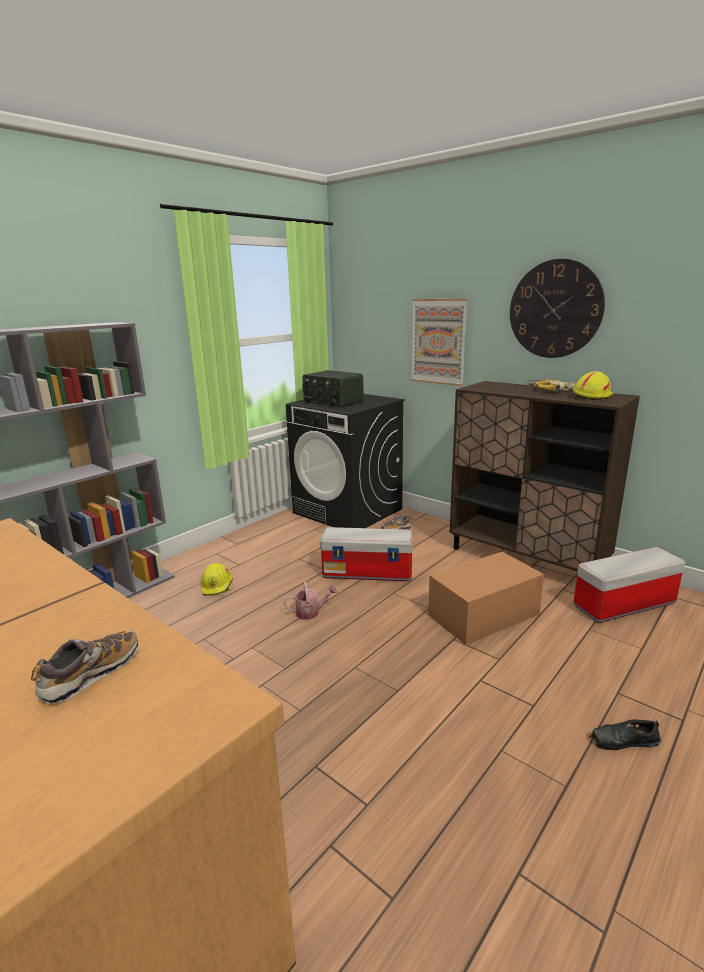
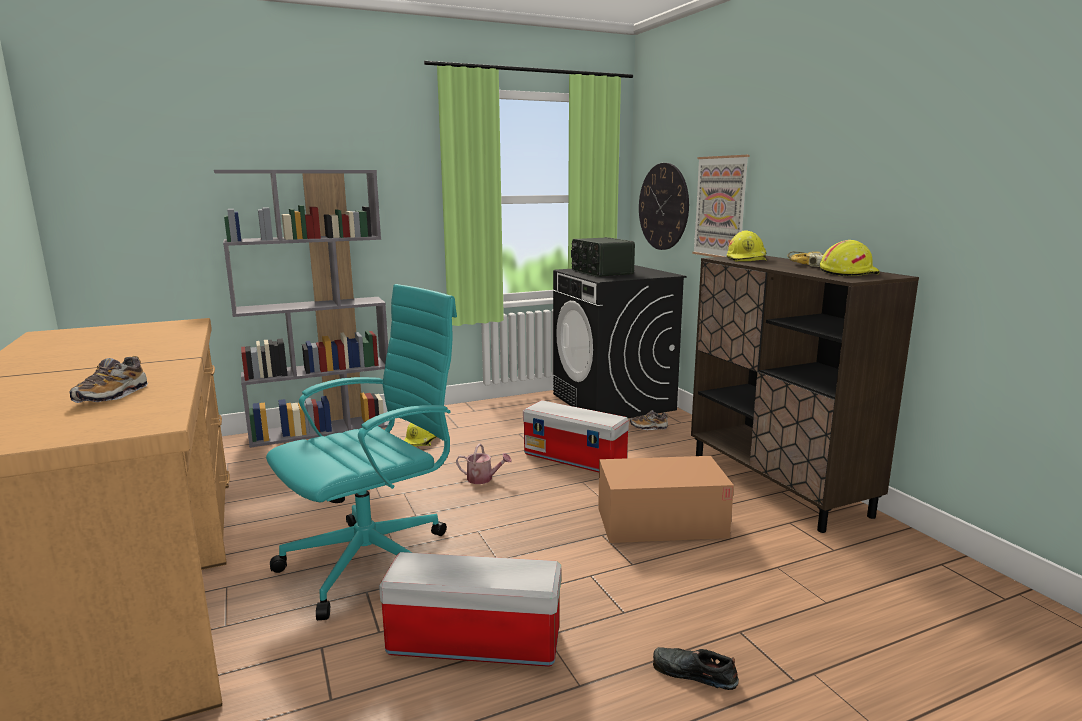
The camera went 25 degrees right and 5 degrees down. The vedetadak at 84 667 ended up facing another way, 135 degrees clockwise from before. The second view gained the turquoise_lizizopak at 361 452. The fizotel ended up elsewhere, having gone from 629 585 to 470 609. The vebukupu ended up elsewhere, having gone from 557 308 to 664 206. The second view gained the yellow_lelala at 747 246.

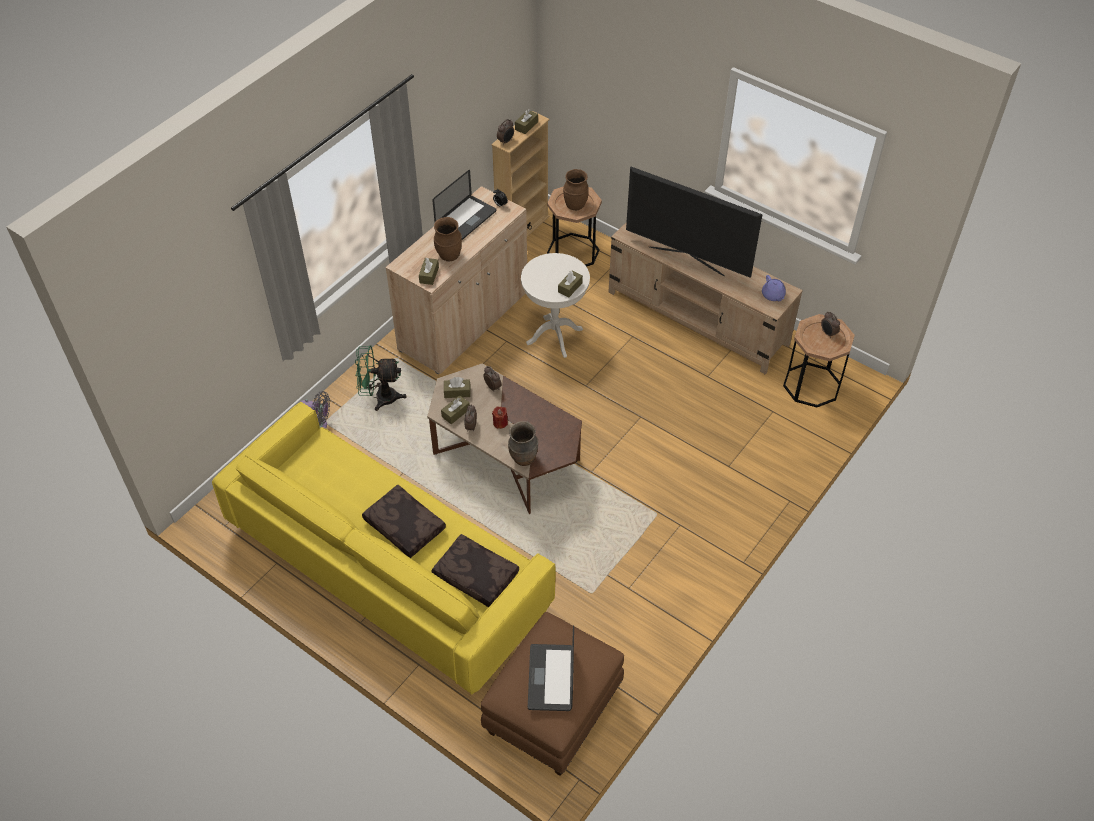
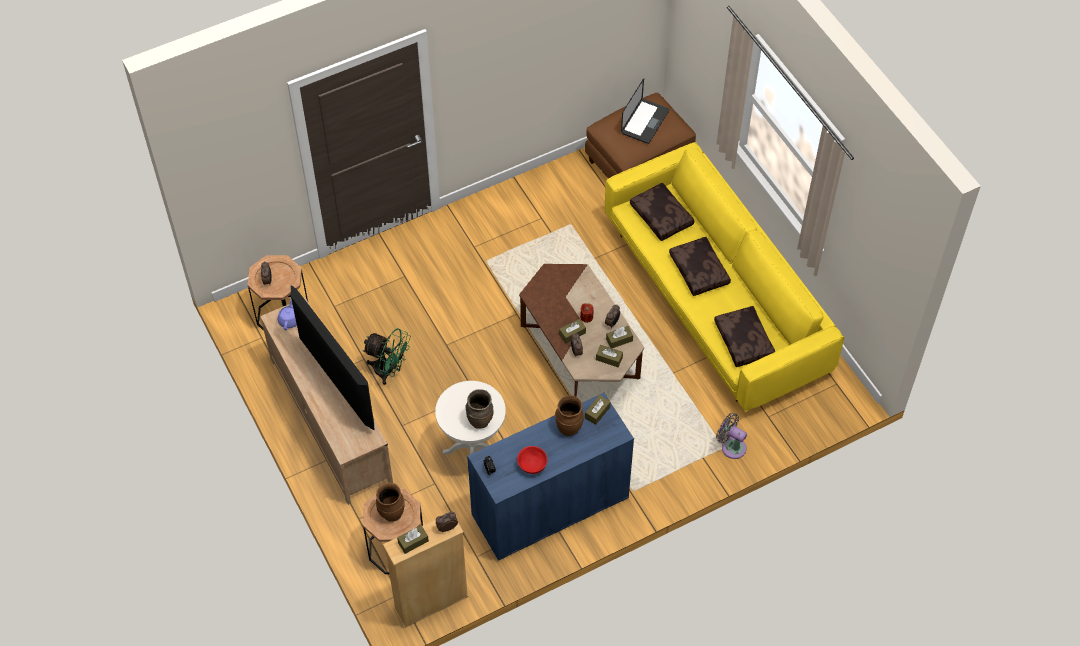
The camera went 155 degrees left and 5 degrees up. The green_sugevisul ended up elsewhere, having gone from 381 378 to 386 356. The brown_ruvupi ended up elsewhere, having gone from 523 443 to 479 409. What was the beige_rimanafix at 456 280 turned into the blue_rimanafix at 550 477. Where the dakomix stood at 464 205, the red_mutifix came to stand at 532 460. The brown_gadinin ended up elsewhere, having gone from 570 283 to 572 331. The second view gained the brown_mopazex at 744 336.

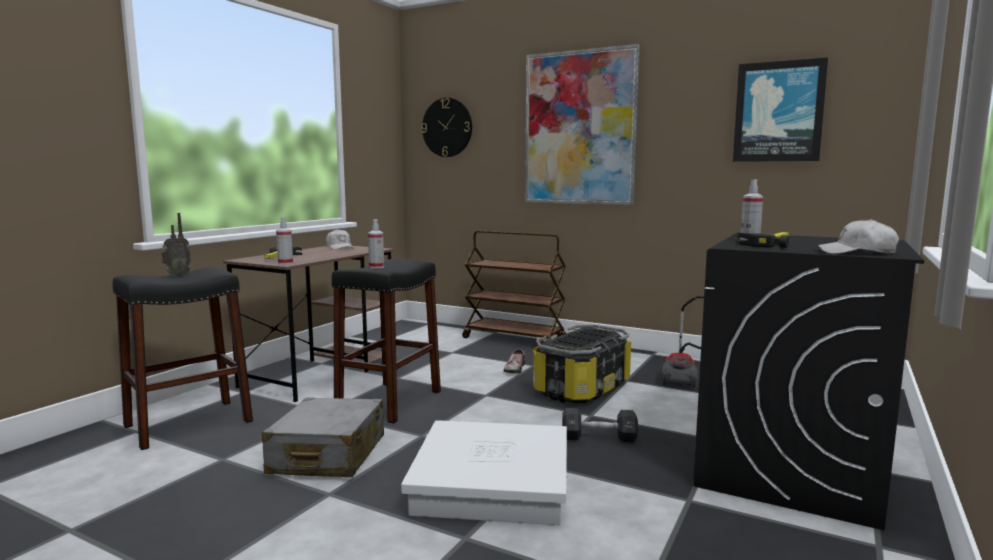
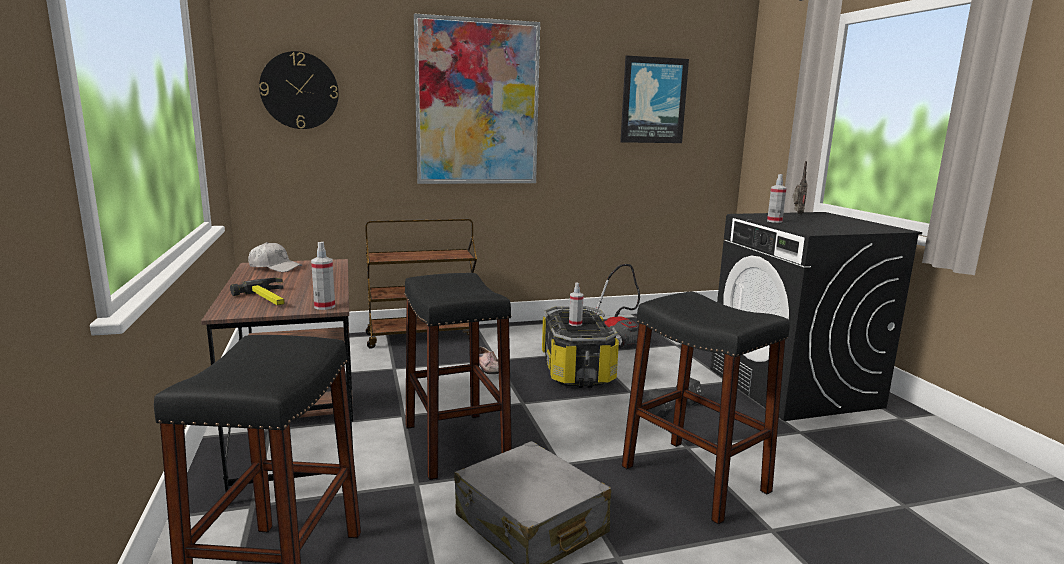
The camera went 45 degrees left and 5 degrees up. The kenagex ended up elsewhere, having gone from 376 244 to 576 304. Where the white_fizotel stood at 484 472, the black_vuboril came to stand at 706 408. The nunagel ended up elsewhere, having gone from 176 244 to 800 187. The second view lost the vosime at 762 240. The second view lost the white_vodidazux at 858 236.

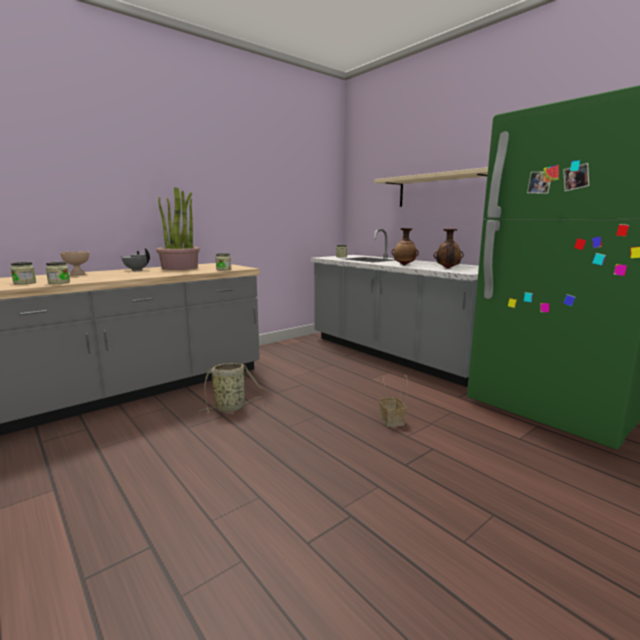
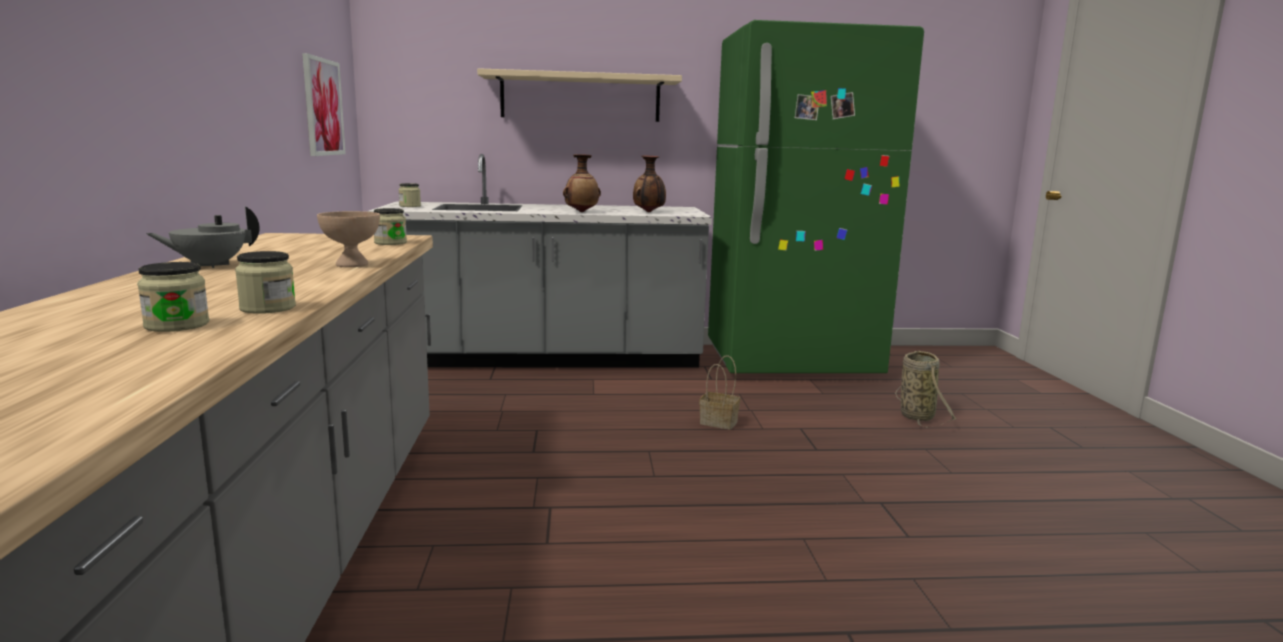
The camera went 55 degrees left and 0 degrees up. The second view gained the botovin at 324 104. The beige_mutifix ended up elsewhere, having gone from 74 263 to 348 239. The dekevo ended up elsewhere, having gone from 235 388 to 926 389. The second view lost the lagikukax at 178 228.

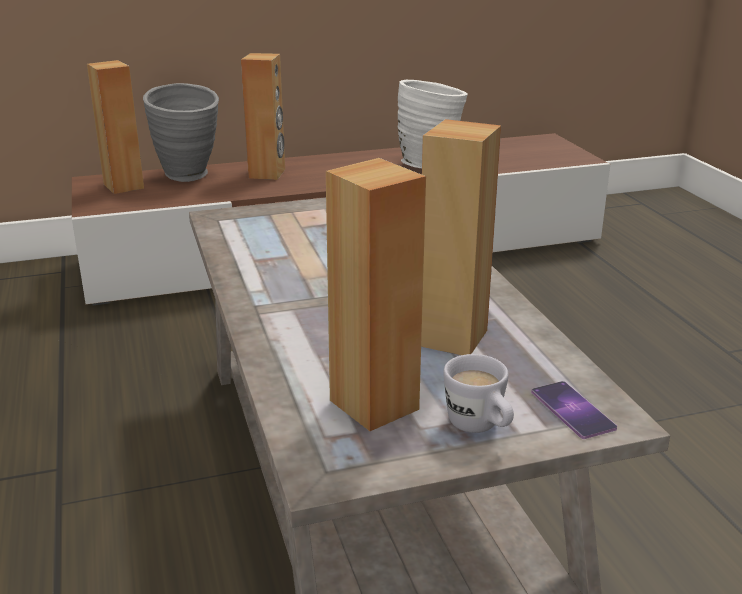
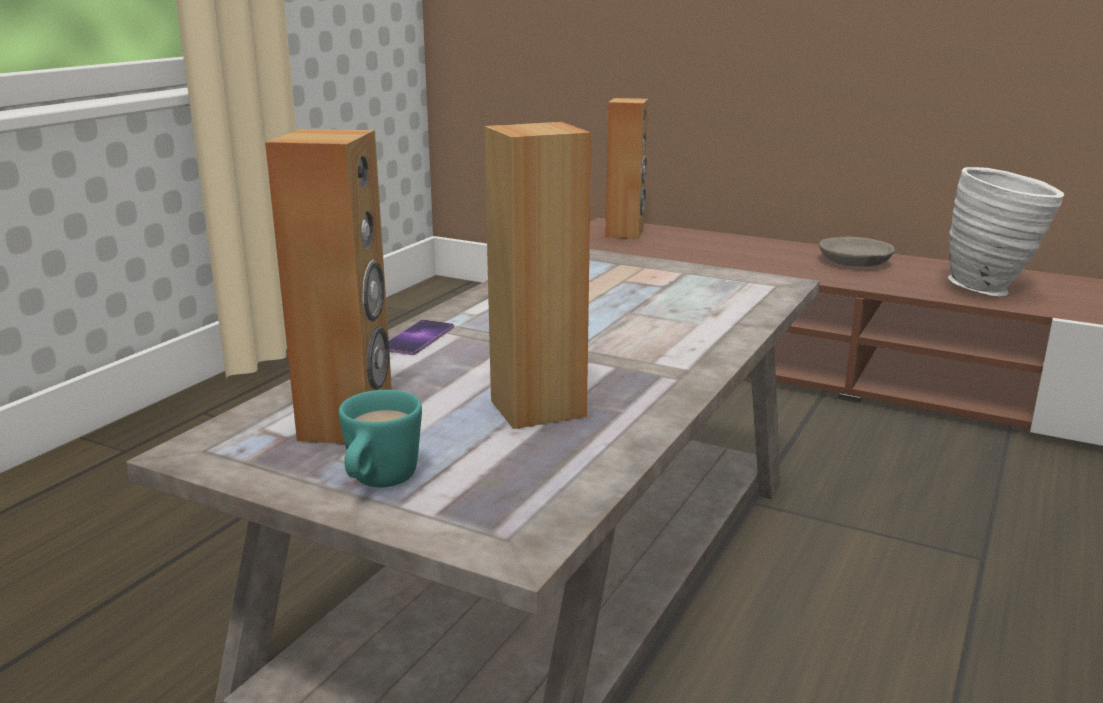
The camera went 45 degrees right and 5 degrees down. What was the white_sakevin at 478 393 turned into the turquoise_sakevin at 380 438. The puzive ended up elsewhere, having gone from 574 410 to 421 337. The second view gained the grey_mutifix at 857 251. The second view lost the grey_ruvupi at 181 132. The second view lost the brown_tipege at 263 116.

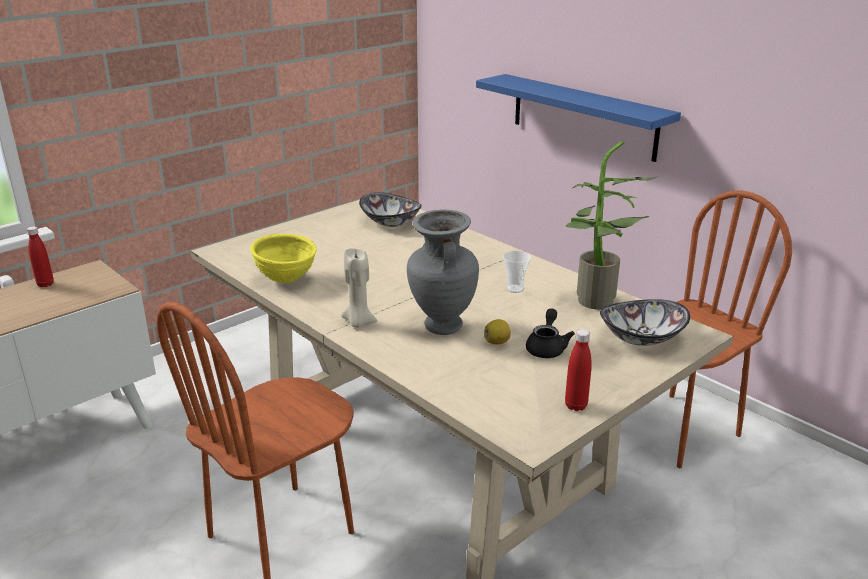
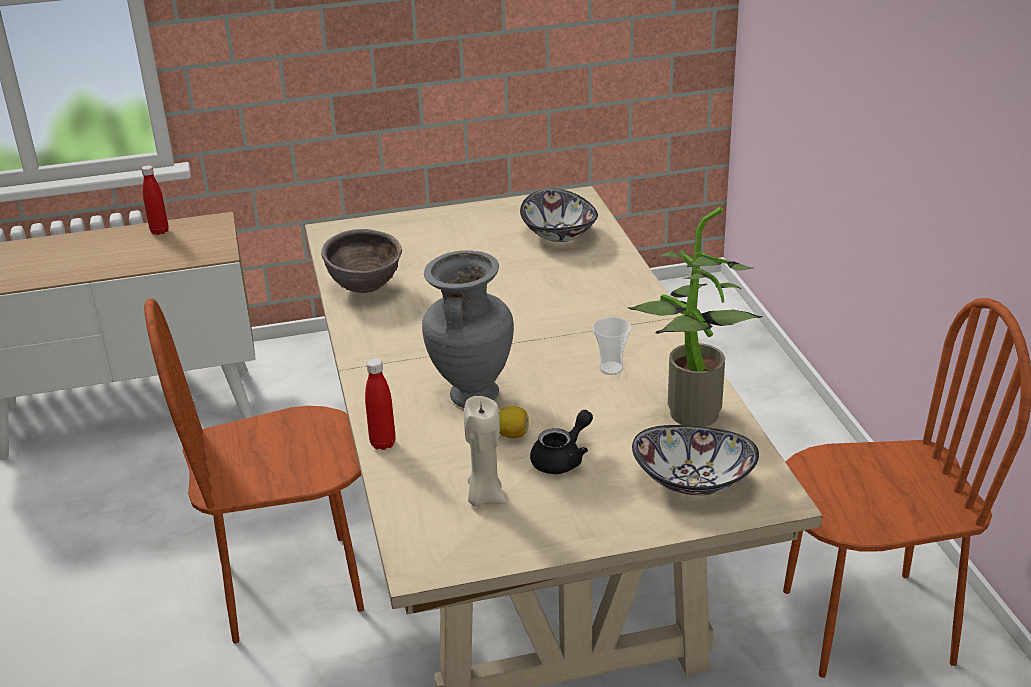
The camera went 30 degrees right and 5 degrees up. What was the yellow_mutifix at 283 258 turned into the brown_mutifix at 361 261. The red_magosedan ended up elsewhere, having gone from 578 370 to 380 404. The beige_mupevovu ended up elsewhere, having gone from 359 288 to 485 451. The second view lost the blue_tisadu at 578 118.

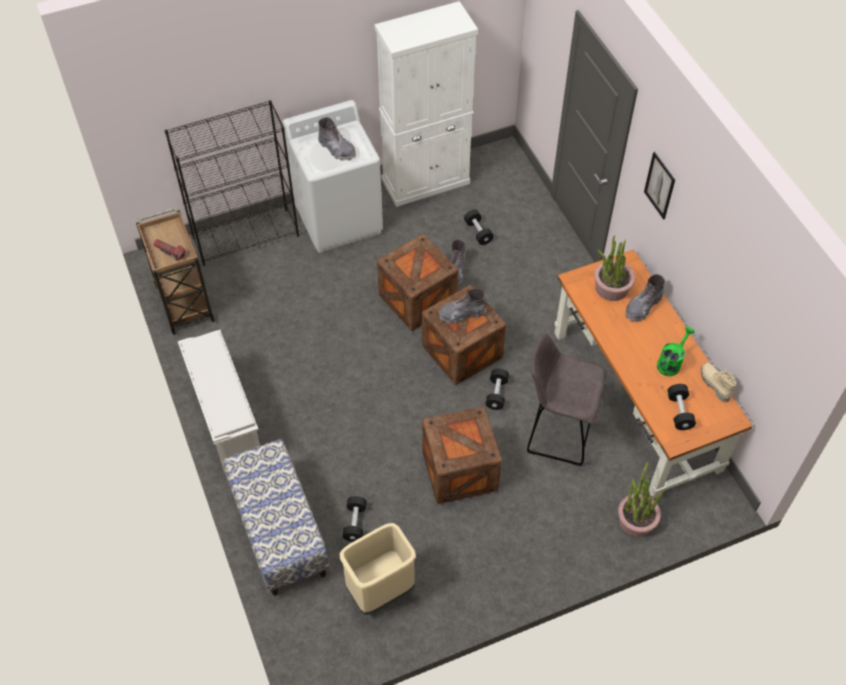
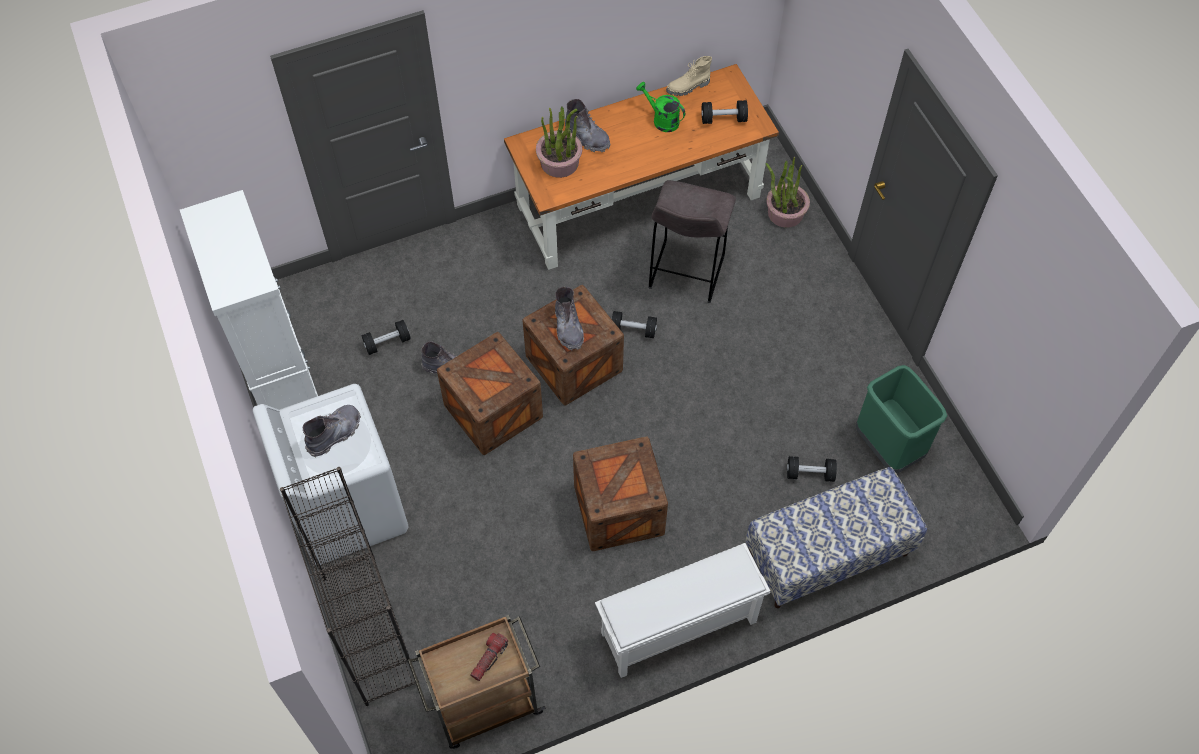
The camera went 90 degrees left and 5 degrees up. The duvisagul ended up elsewhere, having gone from 462 455 to 620 494. What was the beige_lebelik at 378 569 turned into the green_lebelik at 901 419. The second view lost the botovin at 659 186.

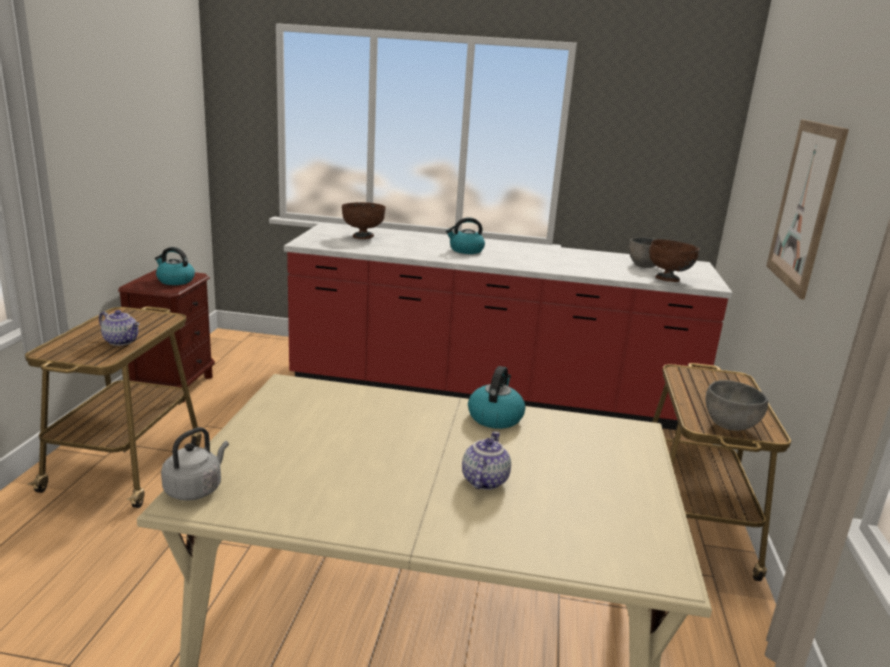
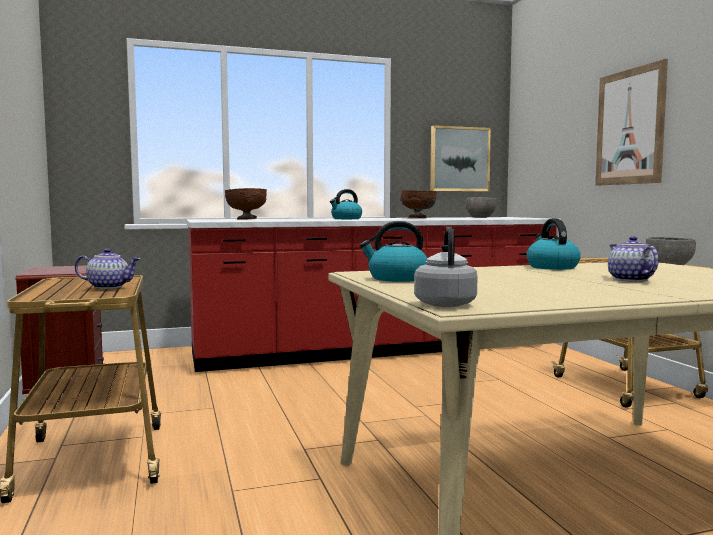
The camera went 25 degrees left and 15 degrees down. The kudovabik ended up elsewhere, having gone from 175 266 to 393 251. The brown_mutifix ended up elsewhere, having gone from 674 260 to 419 204. The second view gained the botovin at 460 158.

